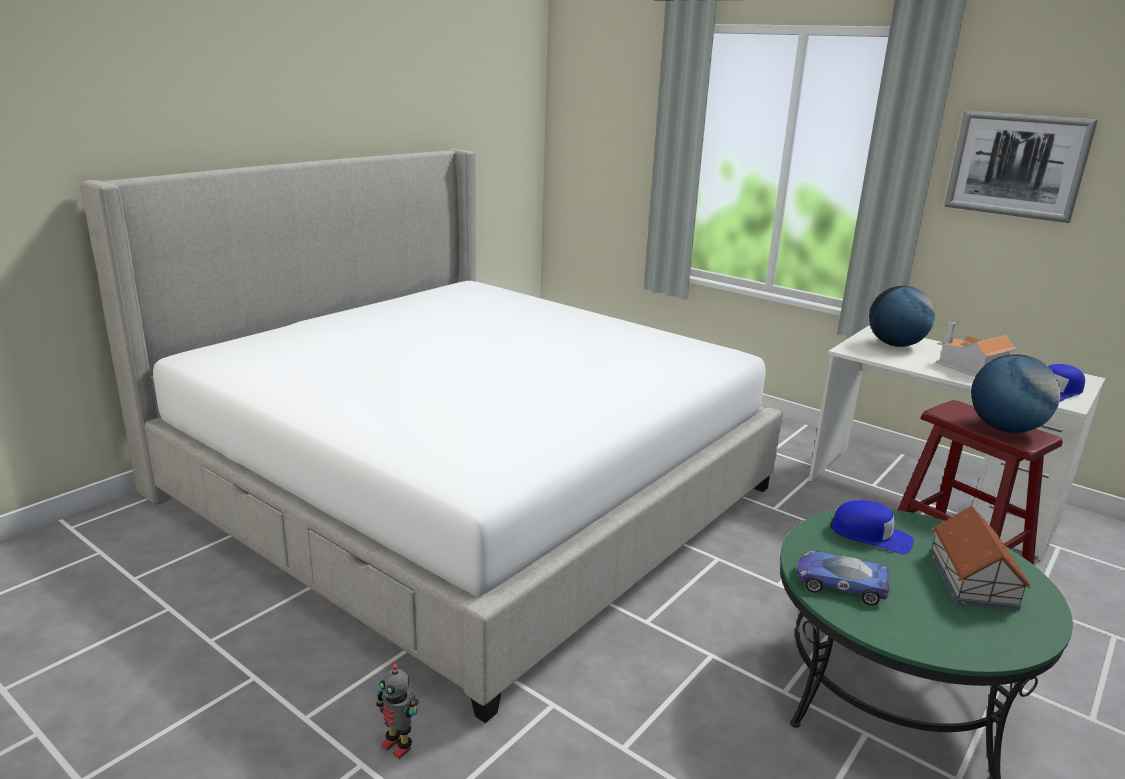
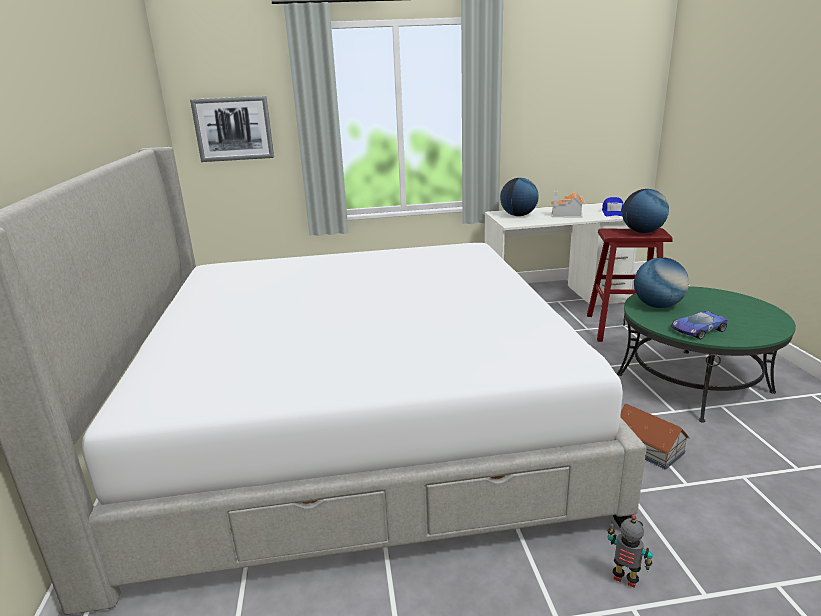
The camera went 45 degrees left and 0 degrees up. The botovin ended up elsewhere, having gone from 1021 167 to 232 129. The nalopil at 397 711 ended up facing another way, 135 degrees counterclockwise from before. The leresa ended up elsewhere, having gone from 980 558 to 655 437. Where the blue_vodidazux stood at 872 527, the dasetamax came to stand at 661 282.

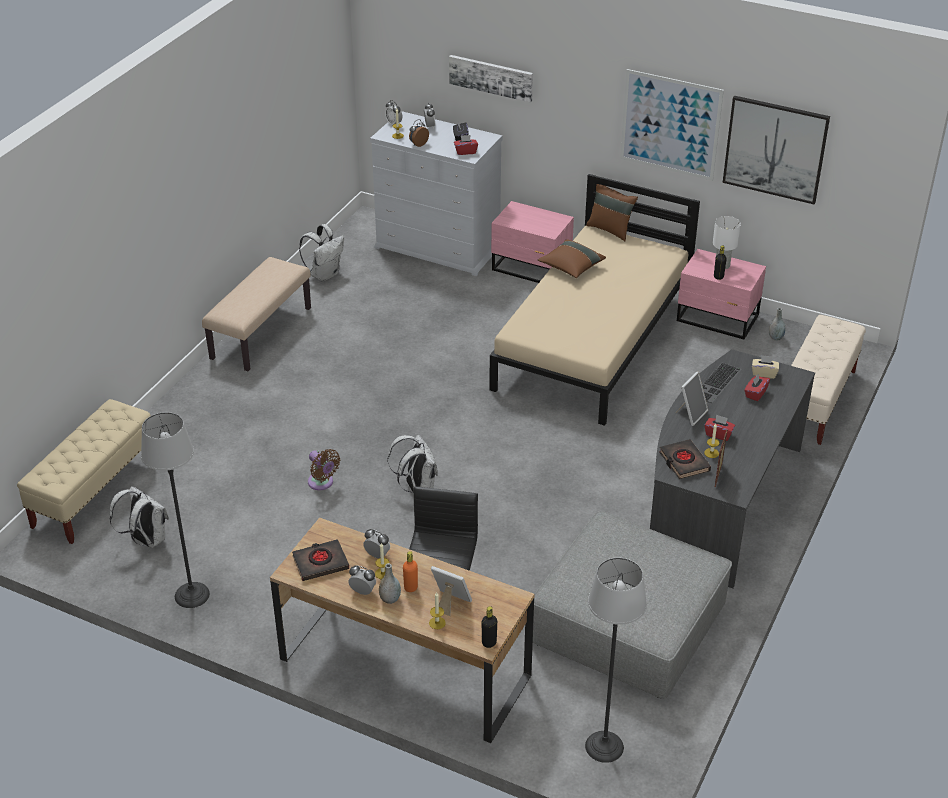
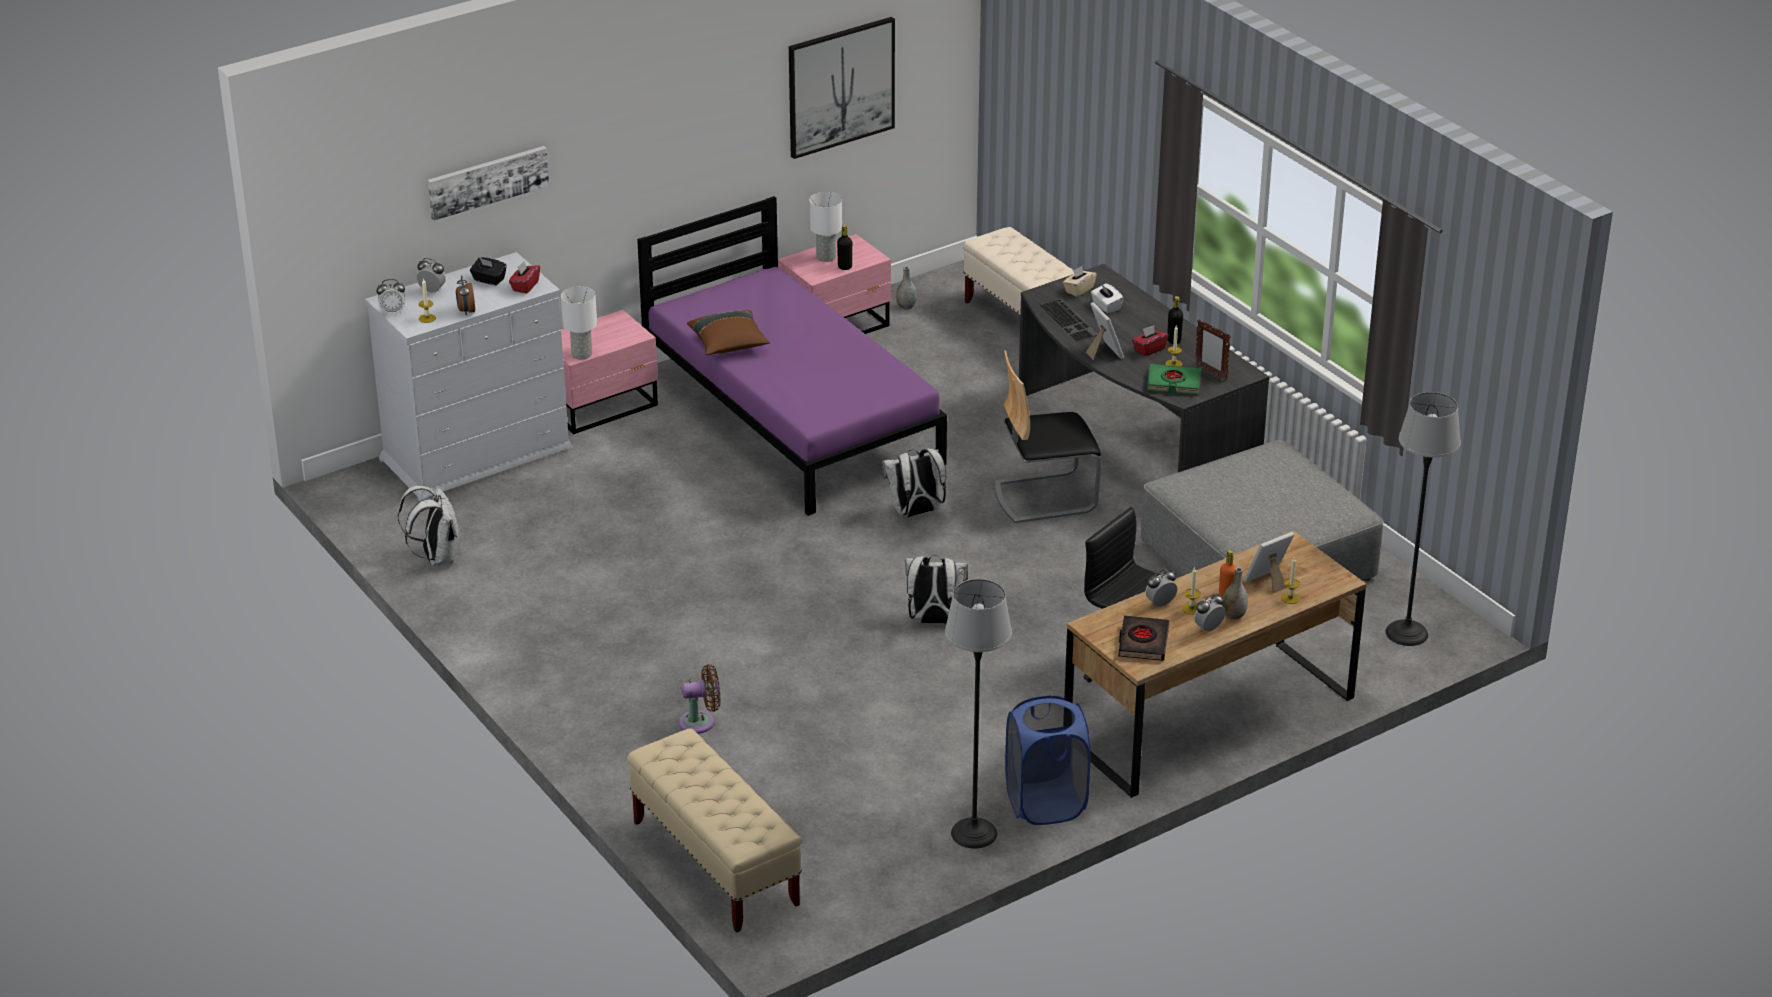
The camera went 60 degrees left and 5 degrees down. The second view gained the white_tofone at 579 322. What was the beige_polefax at 594 300 turned into the purple_polefax at 792 356. The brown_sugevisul ended up elsewhere, having gone from 324 469 to 700 699. The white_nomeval ended up elsewhere, having gone from 139 517 to 914 483. The second view gained the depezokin at 1048 436. The second view gained the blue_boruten at 1047 760. What was the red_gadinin at 757 387 turned into the white_gadinin at 1107 298. What was the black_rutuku at 685 459 turned into the green_rutuku at 1174 379. The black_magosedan ended up elsewhere, having gone from 489 627 to 1175 320. The second view lost the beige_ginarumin at 256 314. The second view lost the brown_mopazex at 612 212. The second view lost the botovin at 672 125.

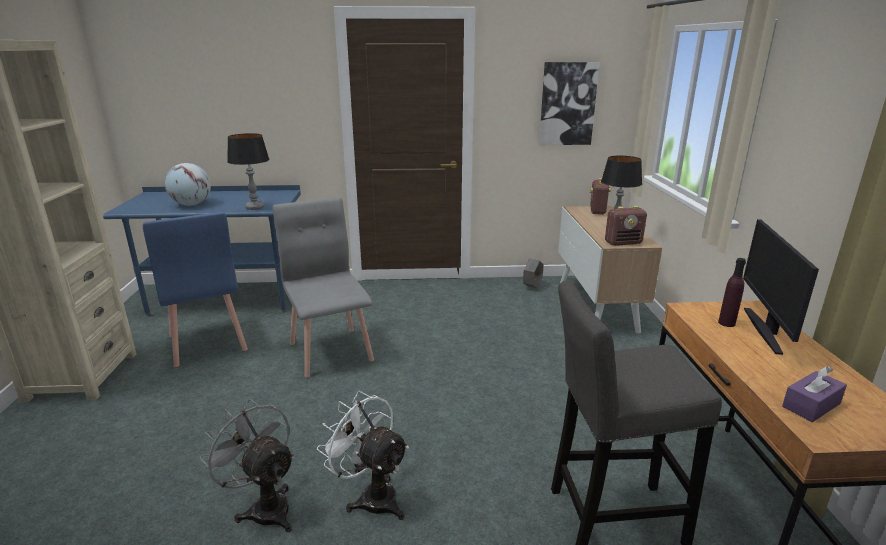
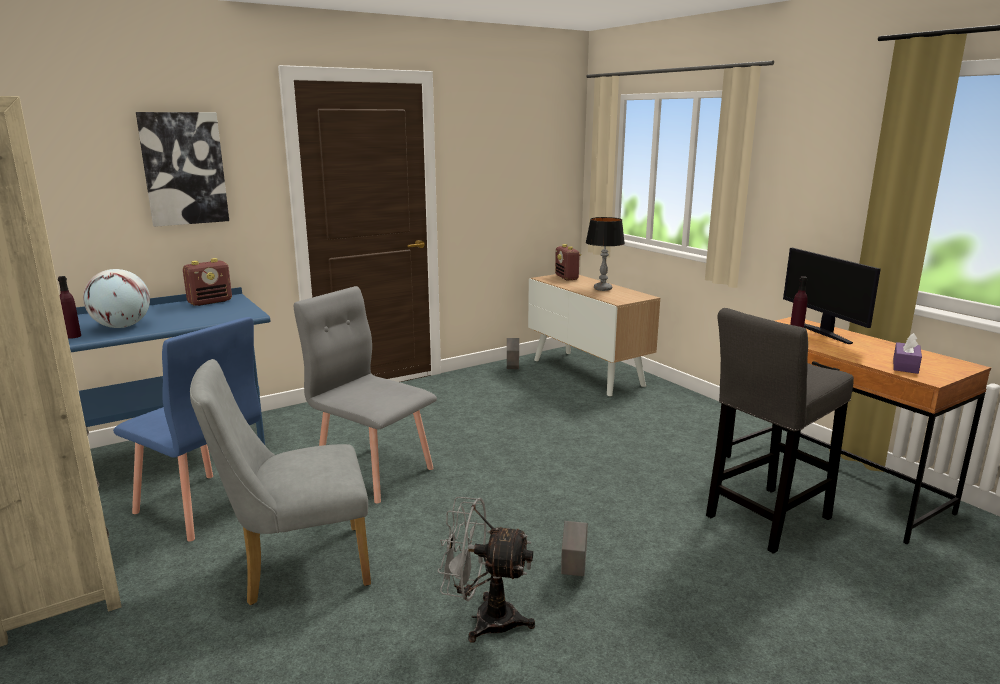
The camera went 30 degrees left and 5 degrees down. The second view gained the purple_magosedan at 69 307. The botovin ended up elsewhere, having gone from 569 103 to 182 169. The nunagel ended up elsewhere, having gone from 626 226 to 207 282. The second view gained the grey_depezokin at 280 482. Where the white_sugevisul stood at 363 455, the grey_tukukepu came to stand at 574 548. The second view lost the tofone at 248 171.

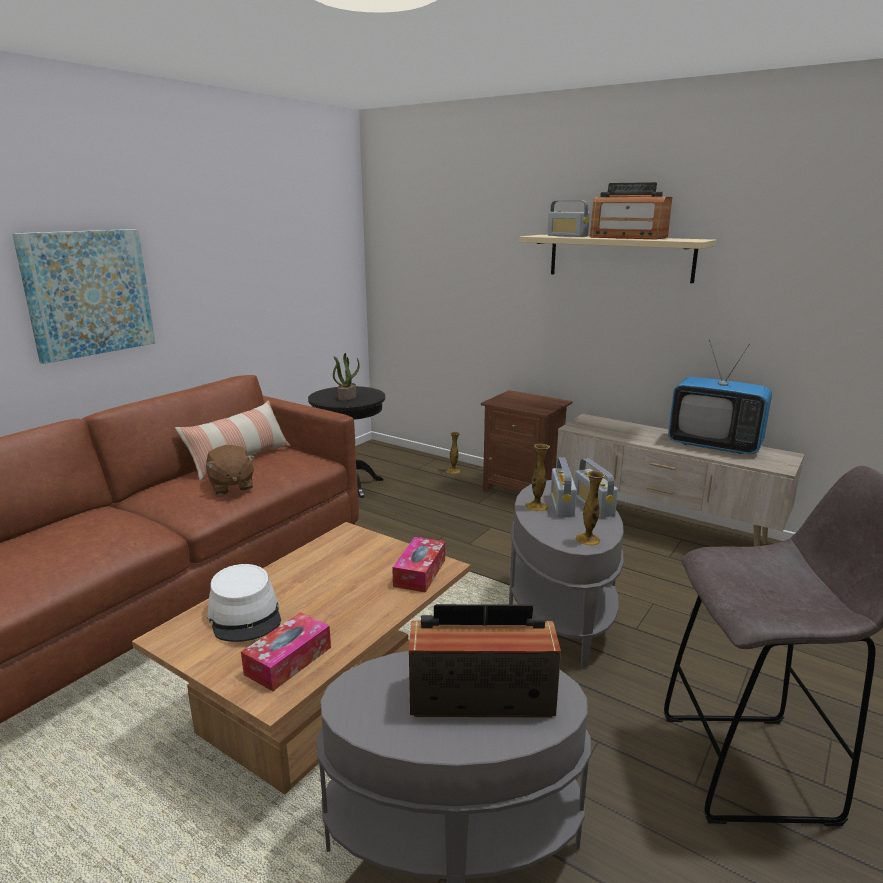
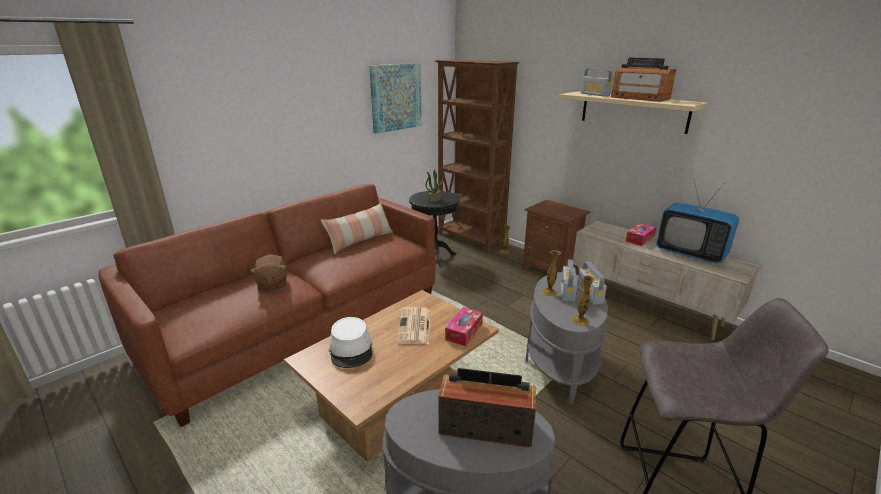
The camera went 10 degrees right and 5 degrees up. The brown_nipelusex ended up elsewhere, having gone from 230 470 to 268 273. The botovin ended up elsewhere, having gone from 83 296 to 395 98. The second view gained the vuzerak at 413 325. The second view gained the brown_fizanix at 477 156. The gadinin ended up elsewhere, having gone from 286 651 to 641 234.

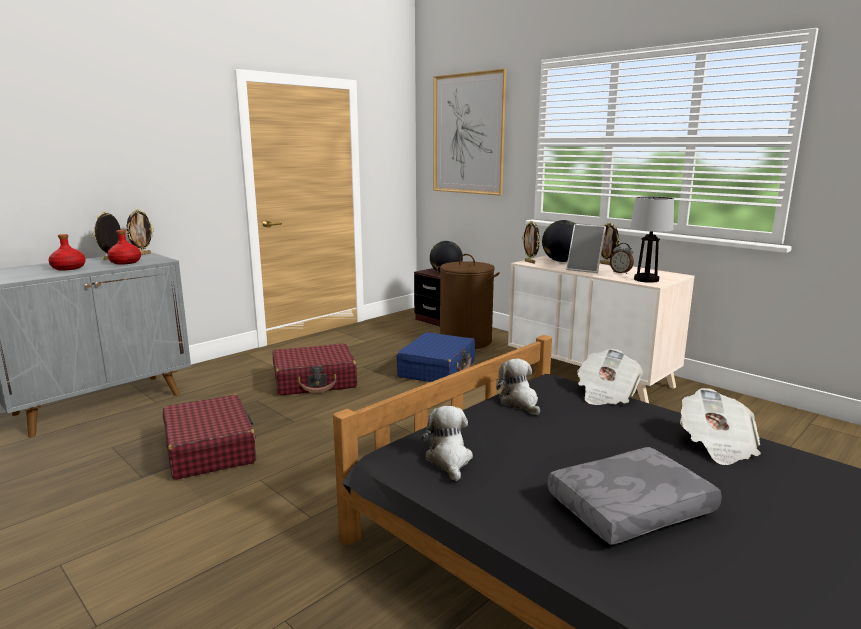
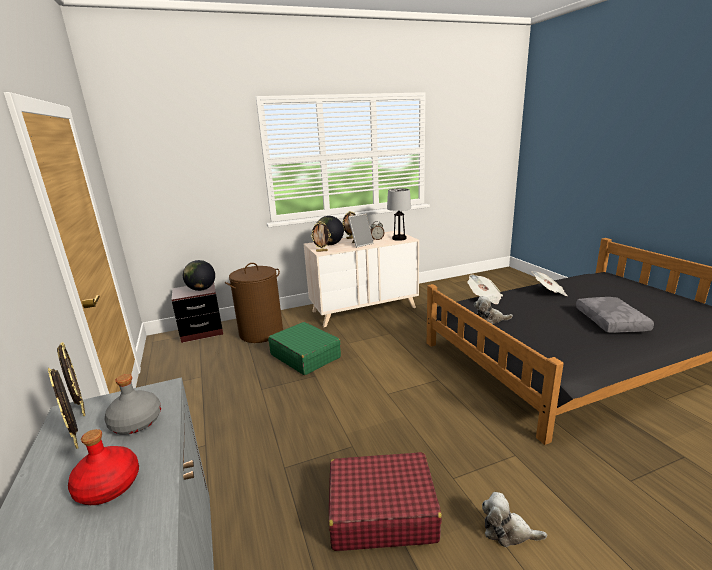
The camera went 65 degrees left and 5 degrees up. What was the red_magosedan at 124 247 turned into the grey_magosedan at 132 404. What was the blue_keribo at 435 357 turned into the green_keribo at 304 348. The nipelusex ended up elsewhere, having gone from 447 443 to 514 519. The second view lost the red_keribo at 315 369. The second view lost the botovin at 470 132.

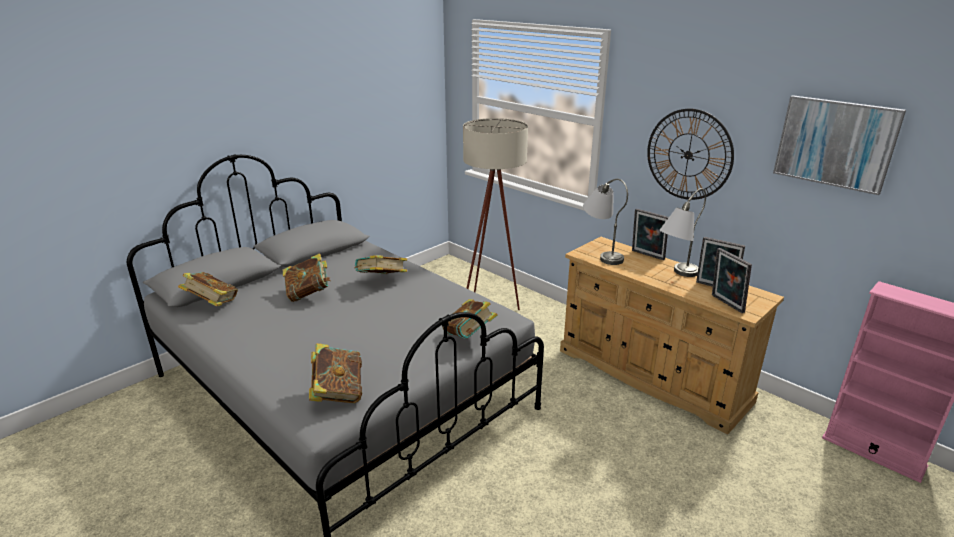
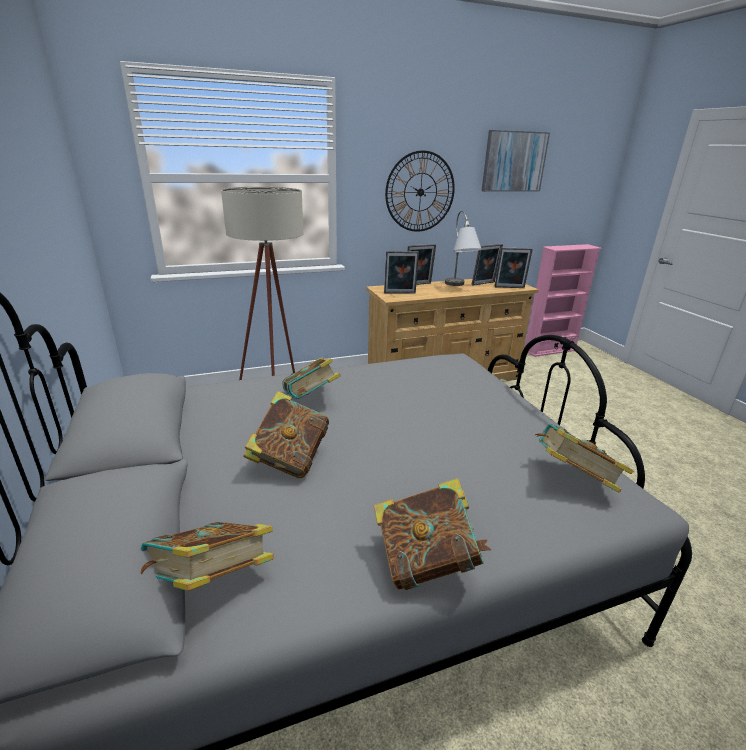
The camera went 65 degrees left and 0 degrees up. The rutuku ended up elsewhere, having gone from 469 319 to 432 534. Where the grey_tofone stood at 605 222, the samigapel came to stand at 401 272.

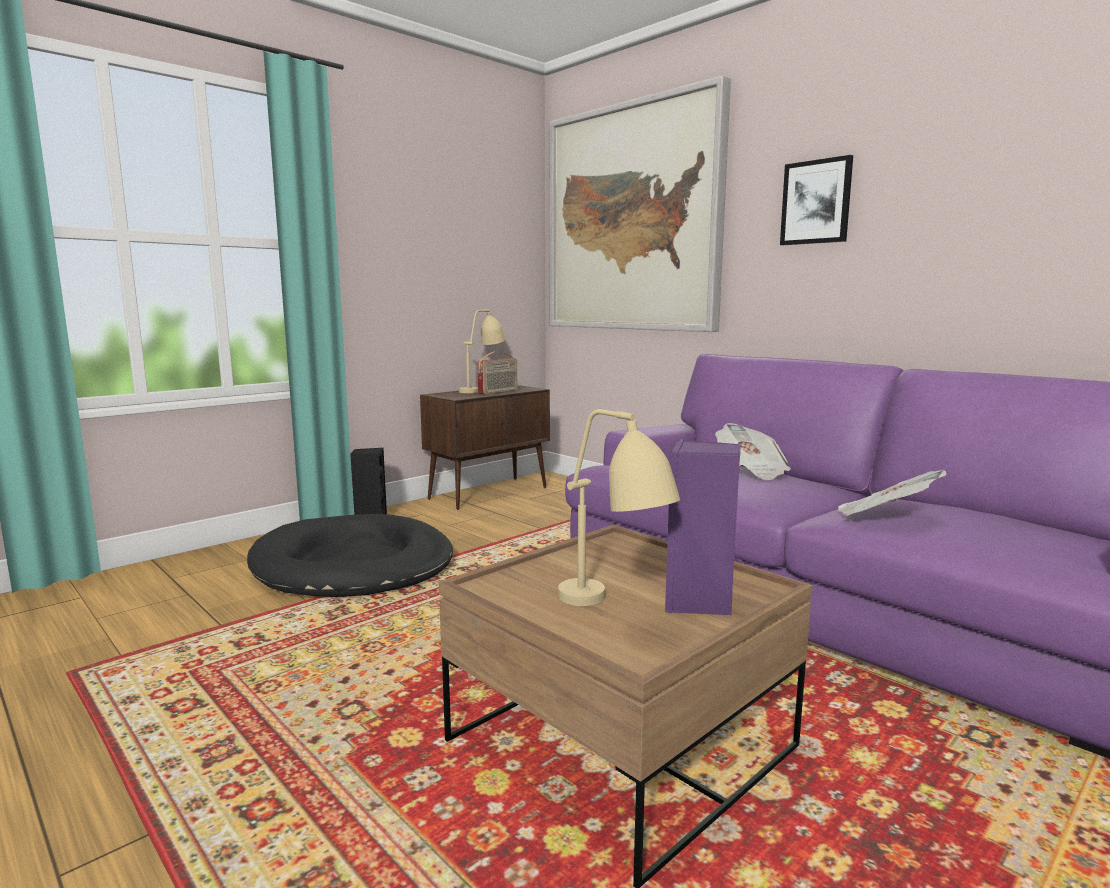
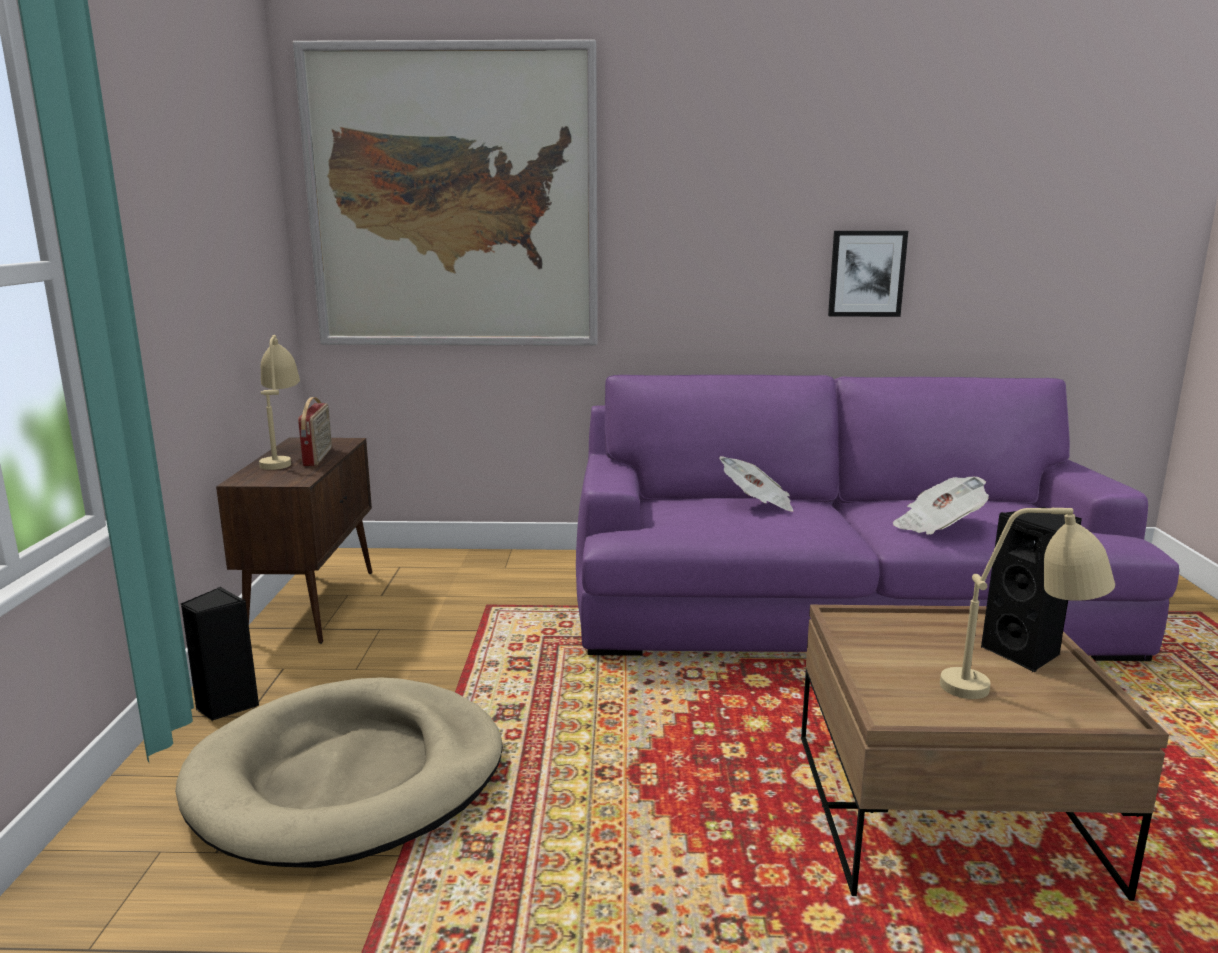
The camera went 45 degrees left and 5 degrees up. What was the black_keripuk at 350 555 turned into the beige_keripuk at 339 772. The botovin ended up elsewhere, having gone from 816 200 to 868 274. What was the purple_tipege at 703 527 turned into the black_tipege at 1031 589.

